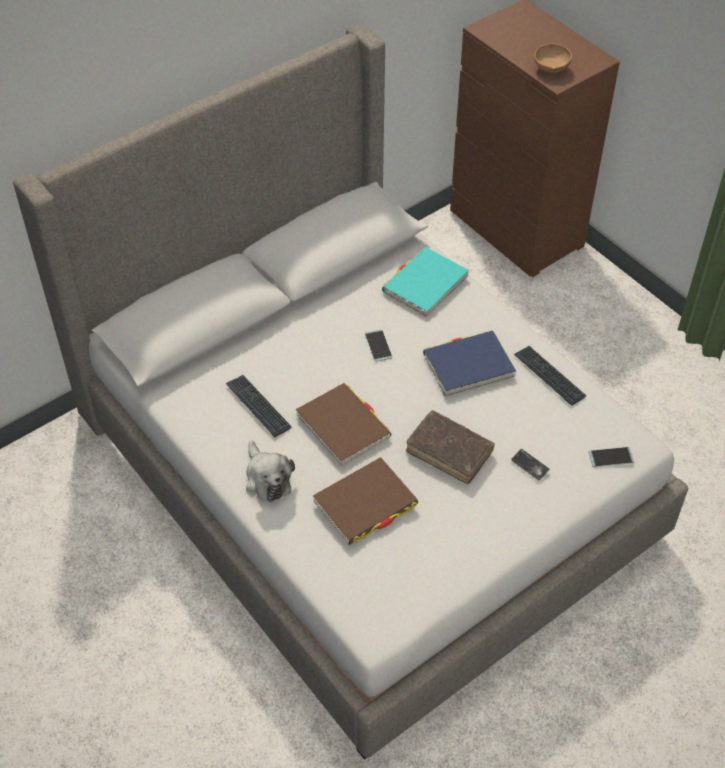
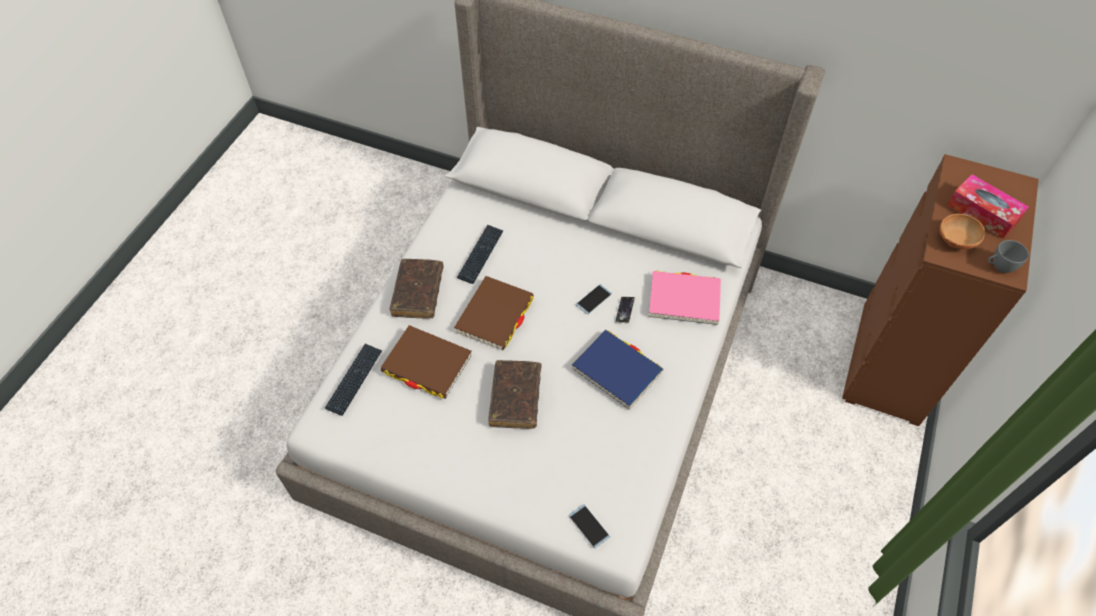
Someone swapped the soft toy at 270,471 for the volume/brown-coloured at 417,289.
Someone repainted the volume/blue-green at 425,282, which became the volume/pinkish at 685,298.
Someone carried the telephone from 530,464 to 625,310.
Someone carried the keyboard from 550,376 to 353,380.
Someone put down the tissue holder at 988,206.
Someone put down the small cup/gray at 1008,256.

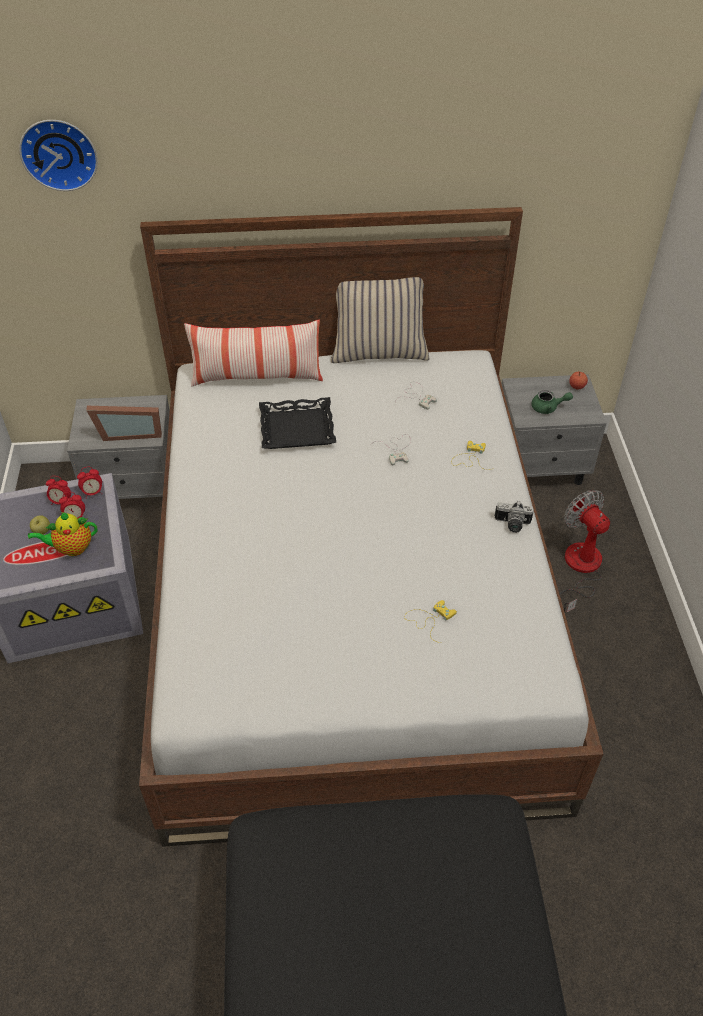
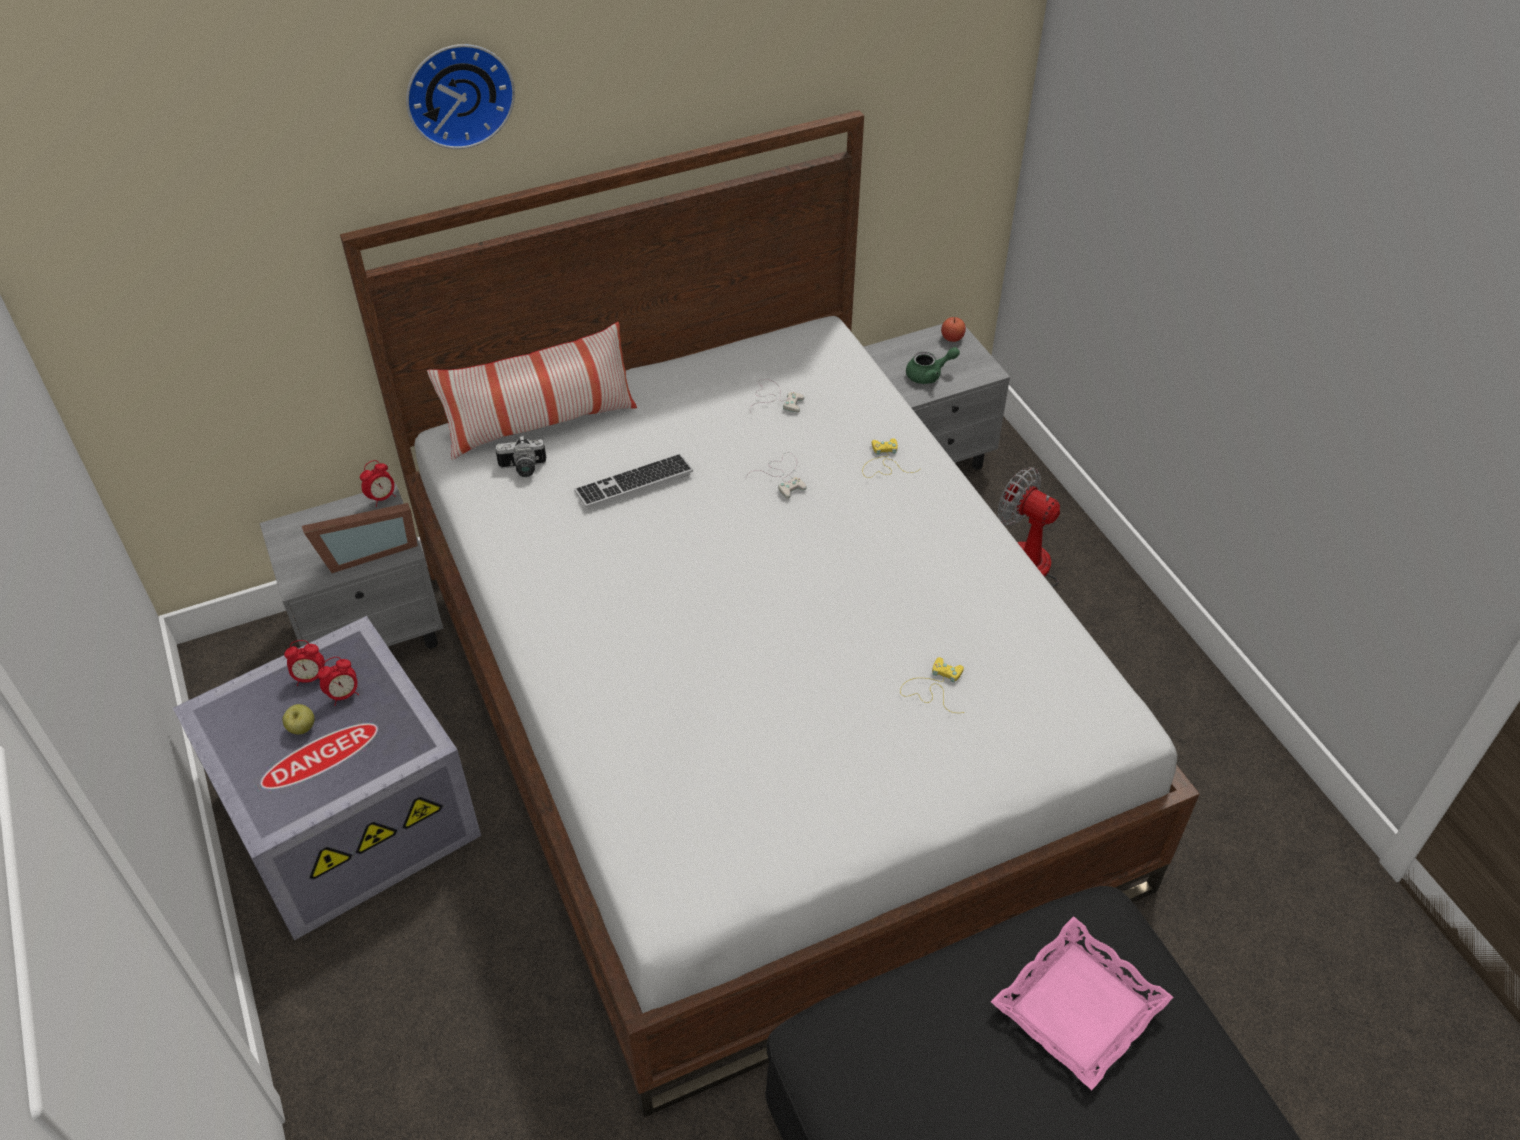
Someone carried the wall clock from 58,155 to 460,96.
Someone took away the tea pot at 62,534.
Someone carried the table clock from 89,483 to 378,483.
Someone swapped the serving tray/black-coloured at 298,423 for the keyboard at 633,481.
Someone took away the pillow/beige-coloured at 380,320.
Someone carried the photo camera from 514,517 to 521,456.
Someone put down the serving tray/pinkish at 1082,1003.

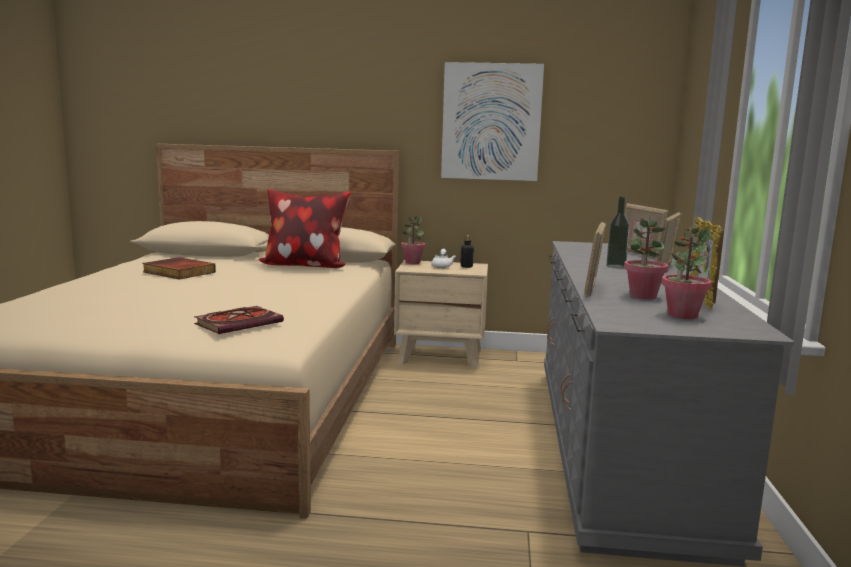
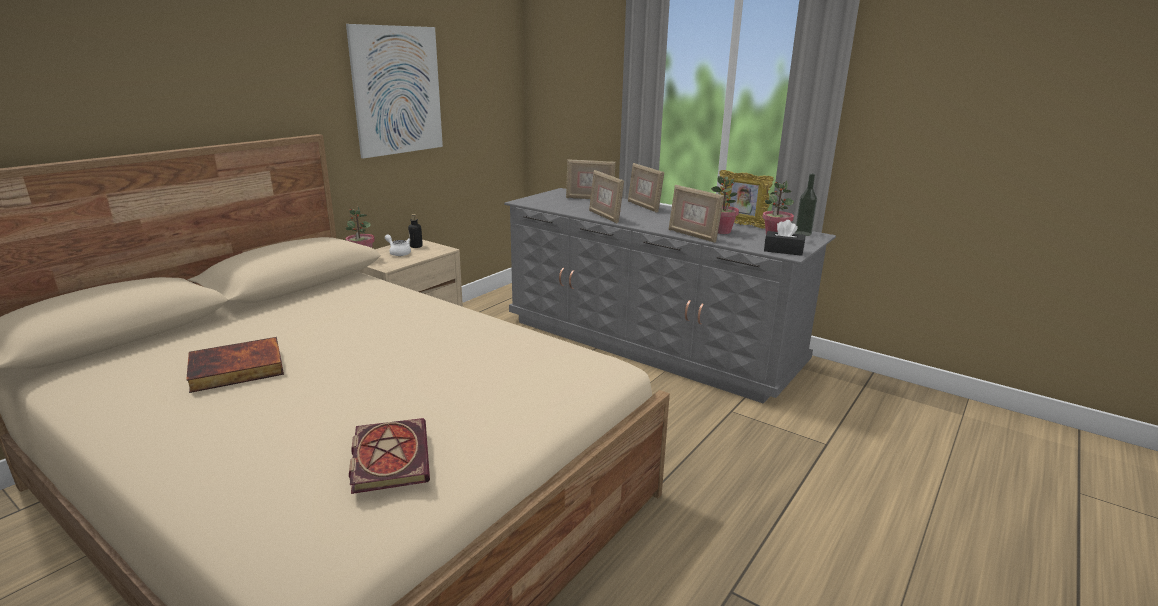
Someone carried the volume from 239,320 to 389,456.
Someone took away the pillow at 305,228.
Someone carried the bottle from 618,232 to 806,205.
Someone put down the standing frame at 606,196.
Someone put down the tissue holder/black-coloured at 784,238.

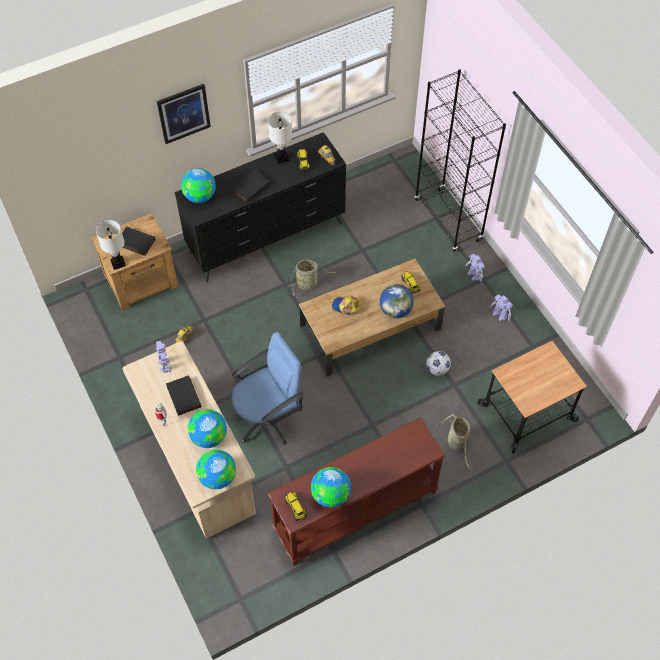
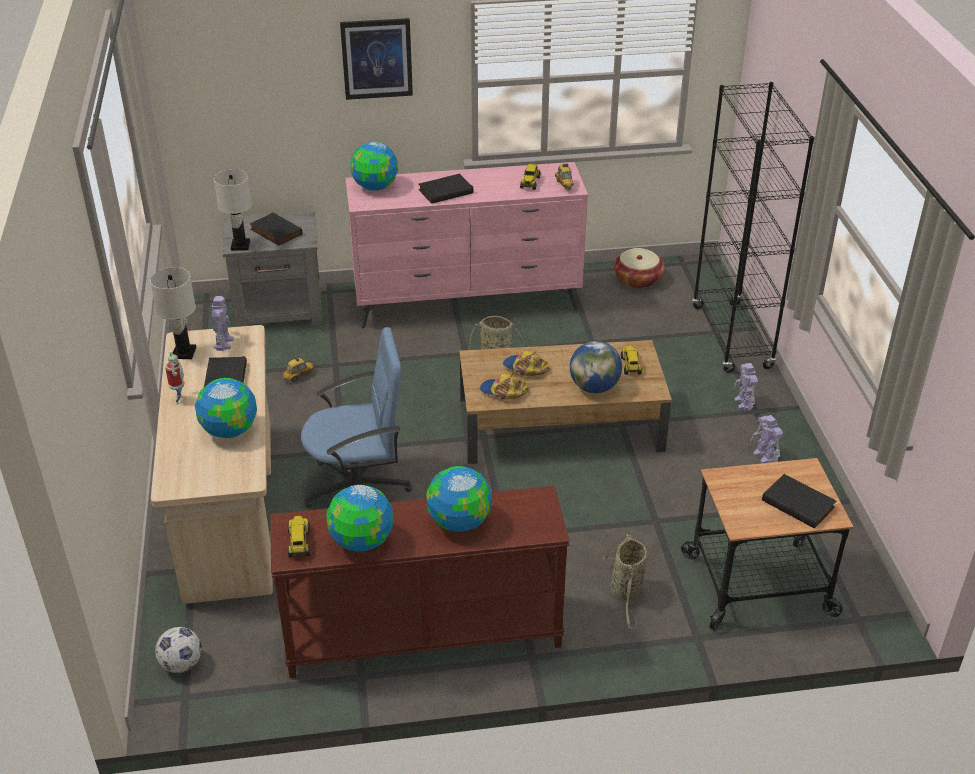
Someone repainted the nightstand/brown-coloured at 134,262, which became the nightstand/gray at 273,269.
Someone repainted the chest of drawers/black-coloured at 260,207, which became the chest of drawers/pinkish at 466,245.
Someone carried the desk globe from 216,469 to 459,499.
Someone carried the tabletop lamp/white from 280,137 to 173,313.
Someone carried the football ball from 438,363 to 178,650.
Someone put down the cap at 504,386.
Someone put down the basket at 639,268.
Someone put down the volume/black-coloured at 799,501.

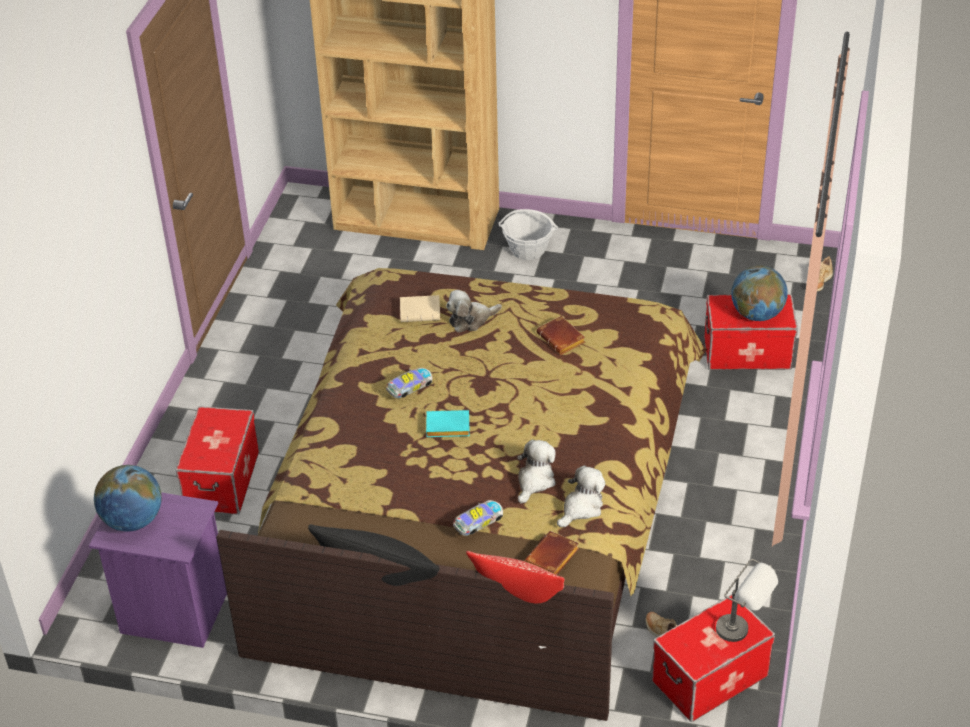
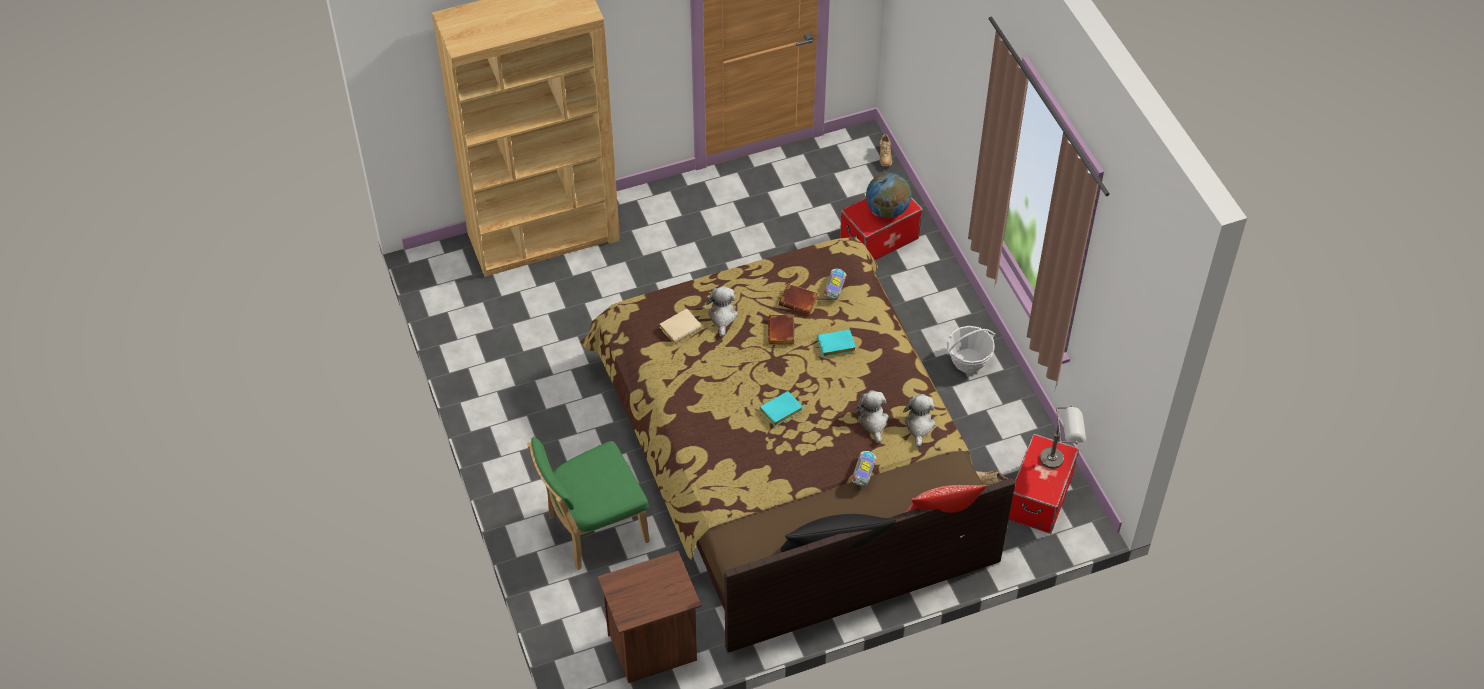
Someone repainted the nightstand/purplish at 158,570, which became the nightstand/brown-coloured at 649,617.
Someone took away the desk globe at 128,498.
Someone swapped the storage box at 217,460 for the chair/green at 588,503.
Someone carried the toy car from 409,383 to 835,284.
Someone rotated the soft toy at 474,311 by 150 degrees clockwise.
Someone carried the basket from 528,234 to 971,349.
Someone carried the volume/brown-coloured from 551,553 to 781,329.
Someone put down the volume/blue-green at 836,343.

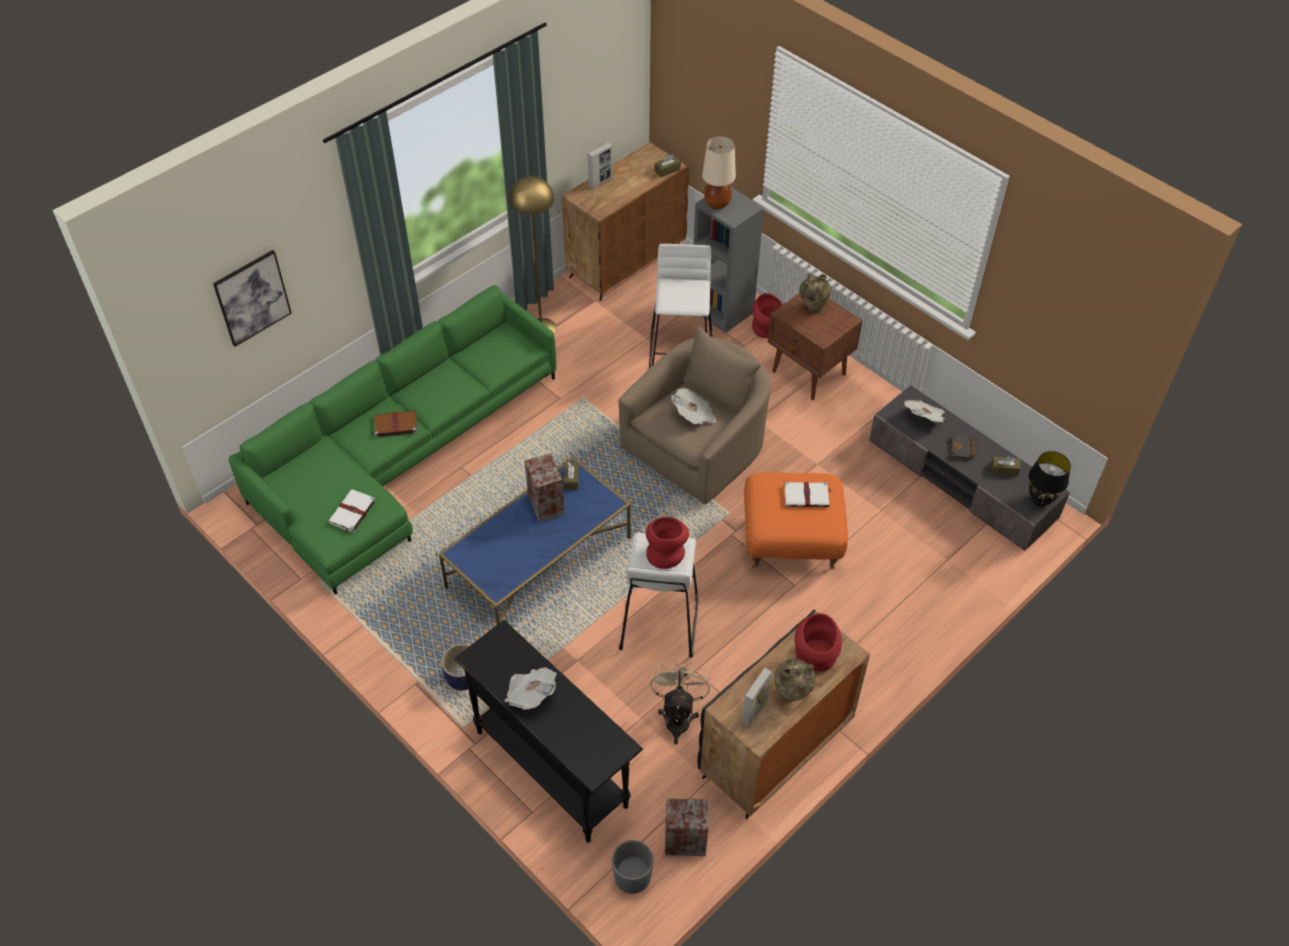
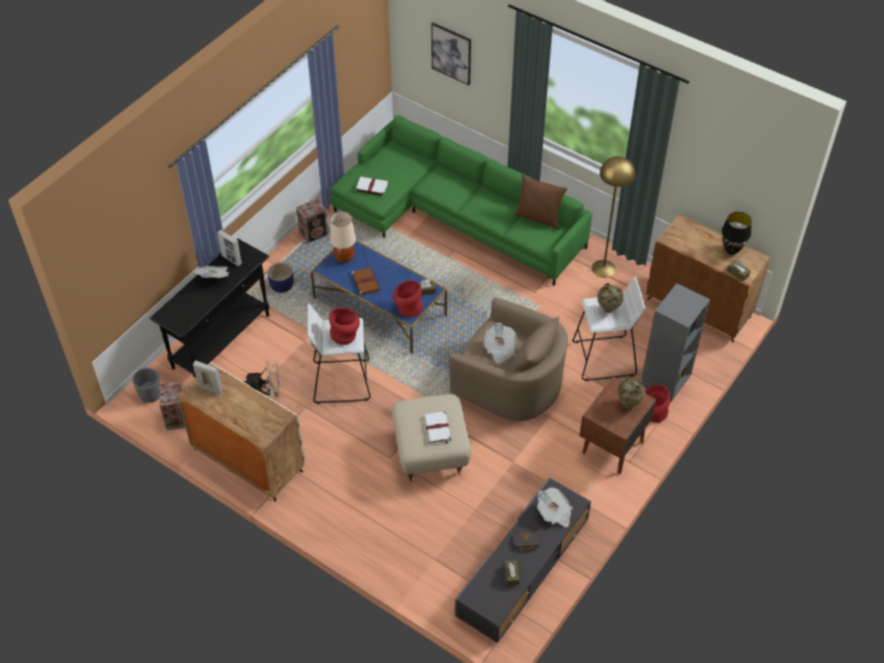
Someone carried the volume/brown-coloured from 394,424 to 366,281.
Someone carried the speaker from 545,488 to 312,221.
Someone carried the standing frame from 600,165 to 229,248.
Someone repainted the cabinet/black-coloured at 783,714, which became the cabinet/beige-coloured at 241,432.
Someone carried the tabletop lamp/beige-coloured from 719,172 to 343,237.
Someone repainted the footrest/orange at 796,520, which became the footrest/beige-coloured at 431,438.
Someone carried the vase/beige-coloured from 795,679 to 610,298.
Someone carried the vase/red-coloured from 817,642 to 407,298.
Someone carried the tabletop lamp/black-coloured from 1050,479 to 737,233.
Someone put down the pillow/brown-coloured at 541,202.

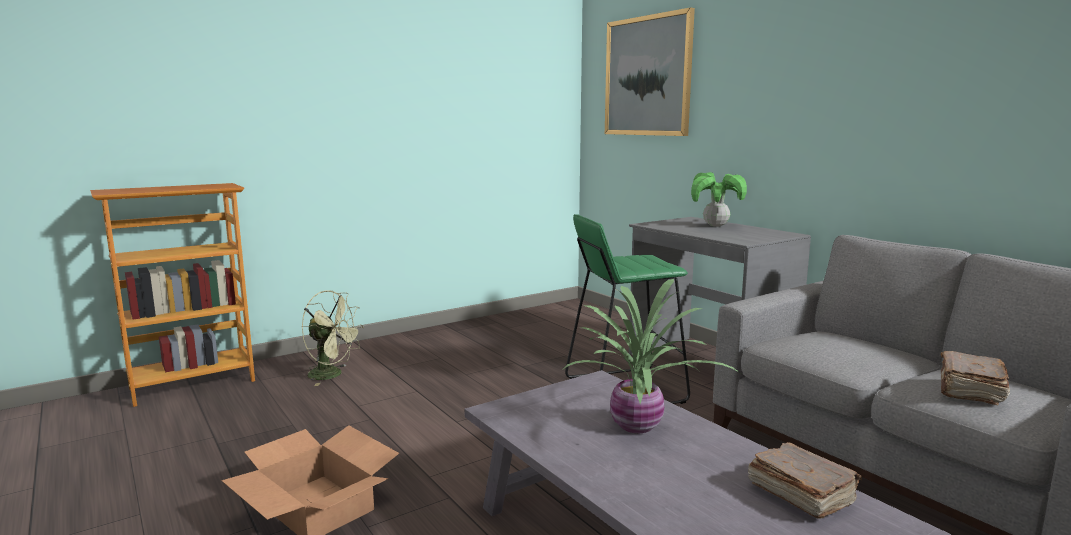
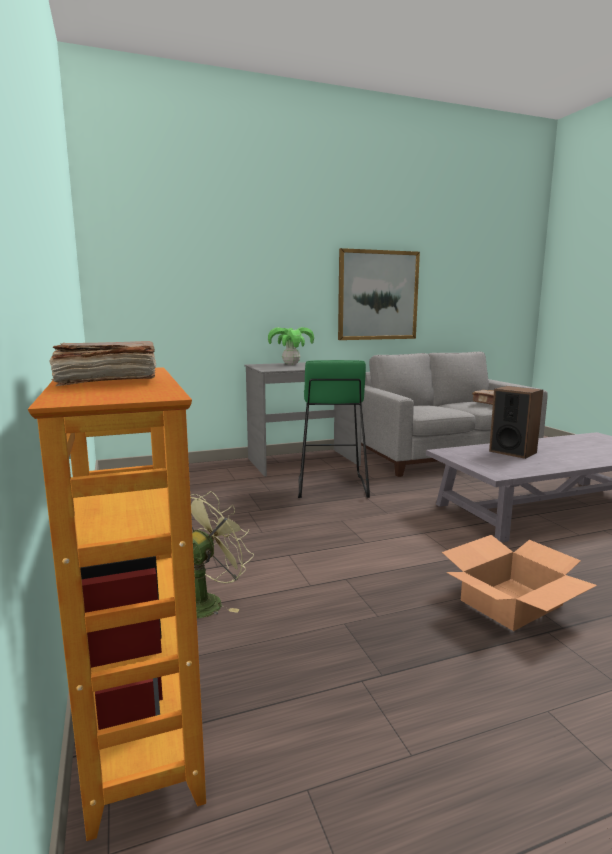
Someone swapped the houseplant at 651,356 for the speaker at 516,422.
Someone carried the wall art from 650,71 to 379,294.
Someone carried the volume/brown-coloured from 805,480 to 102,363.

